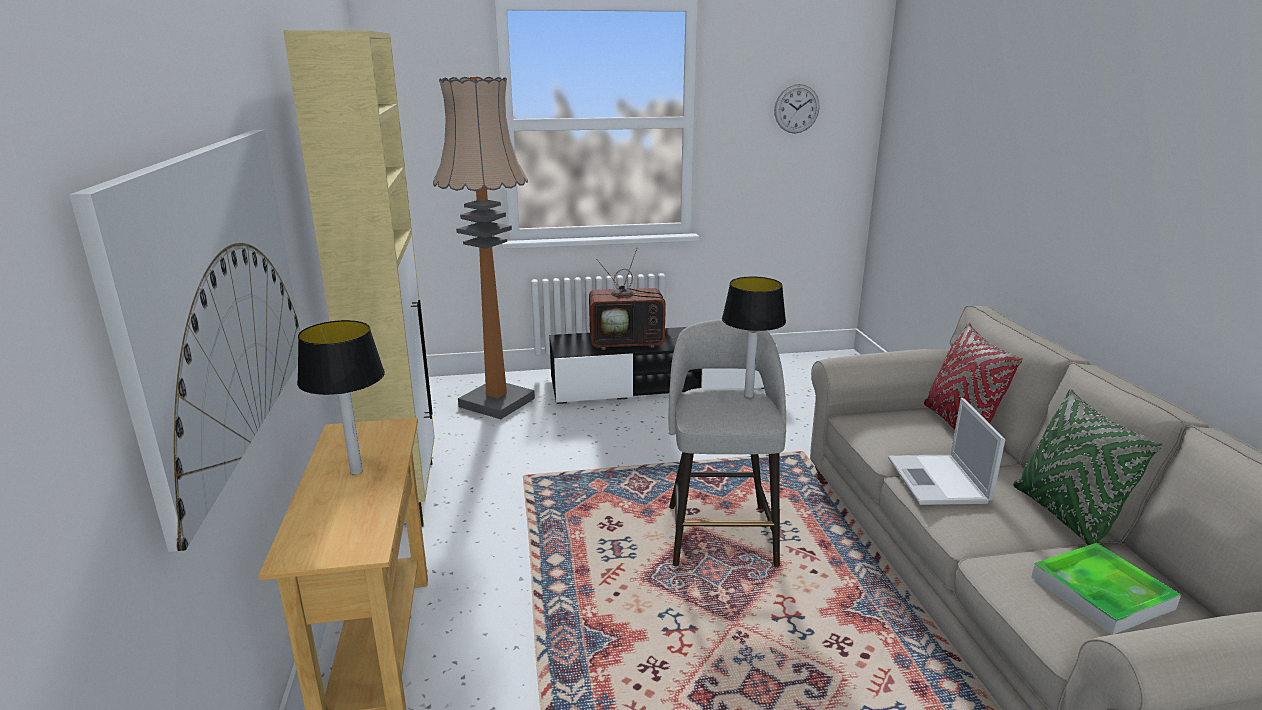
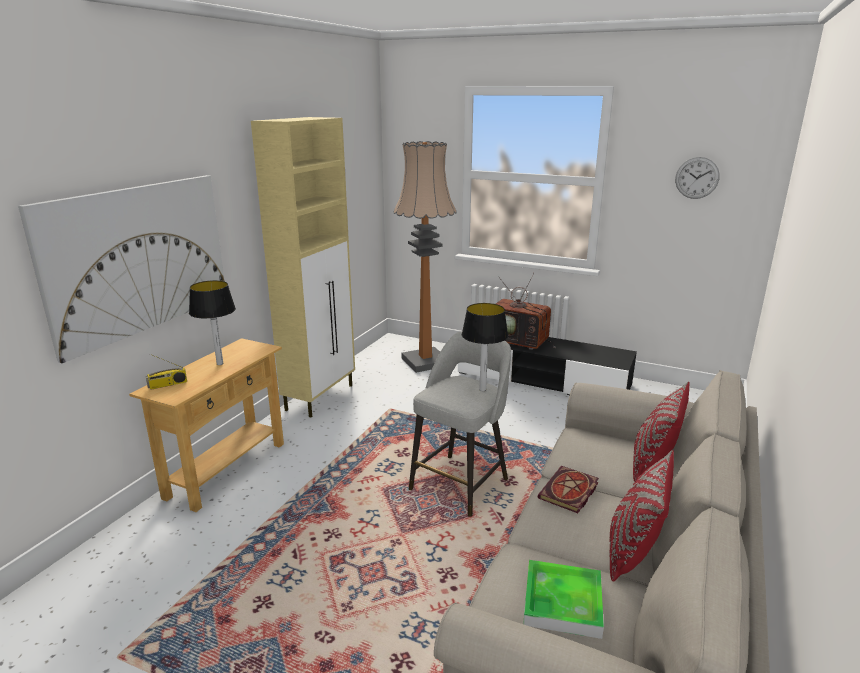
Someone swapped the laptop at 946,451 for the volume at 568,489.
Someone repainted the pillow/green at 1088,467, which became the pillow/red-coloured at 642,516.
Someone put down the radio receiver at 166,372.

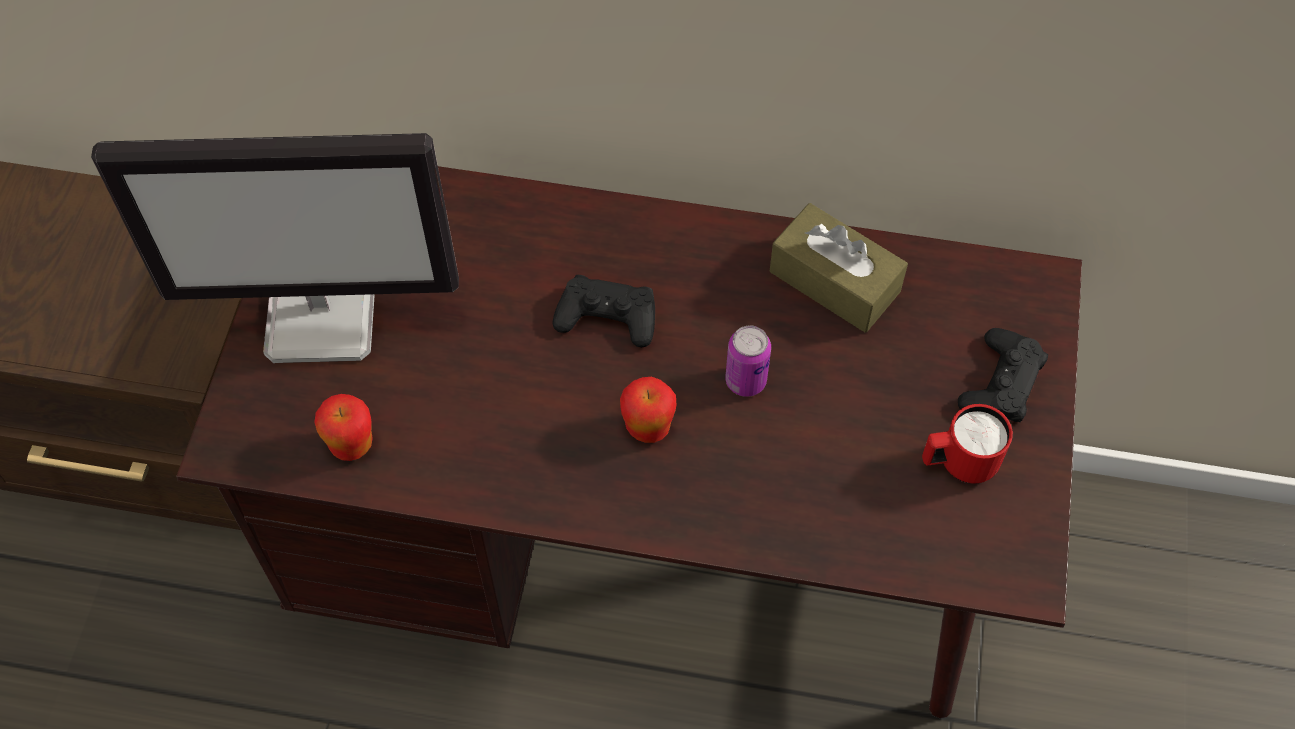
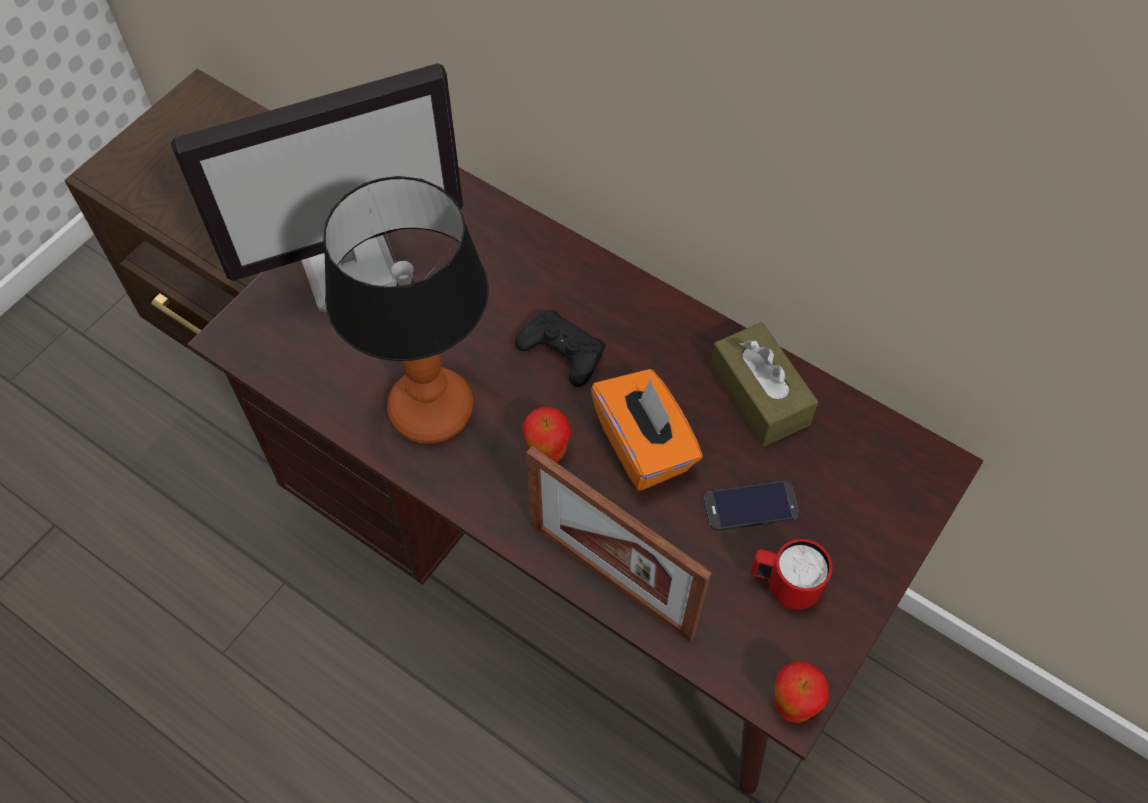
Someone rotated the monitor at 275,248 by 45 degrees counterclockwise.
Someone carried the apple from 343,427 to 801,692.
Someone swapped the metal can at 748,361 for the tissue holder/orange at 647,430.
Someone took away the joypad/black-coloured at 1003,375.
Someone put down the tabletop lamp at 405,310.
Someone put down the standing frame at 619,544.
Someone put down the telephone at 751,506.

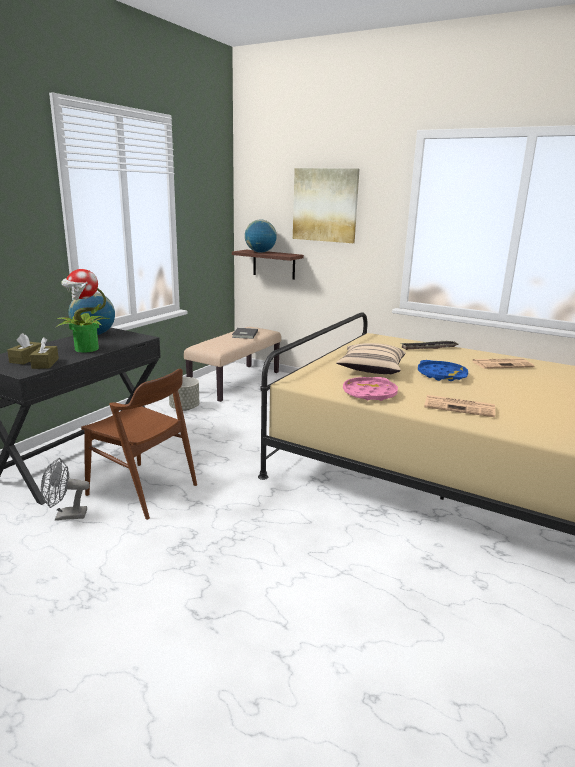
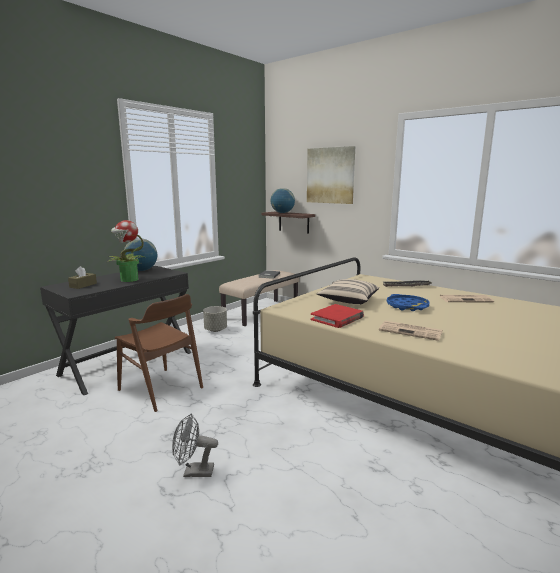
Someone took away the tissue holder/brown-coloured at 44,353.
Someone carried the fan/gray from 65,489 to 195,445.
Someone swapped the serving tray/pinkish at 370,389 for the volume/red-coloured at 337,316.

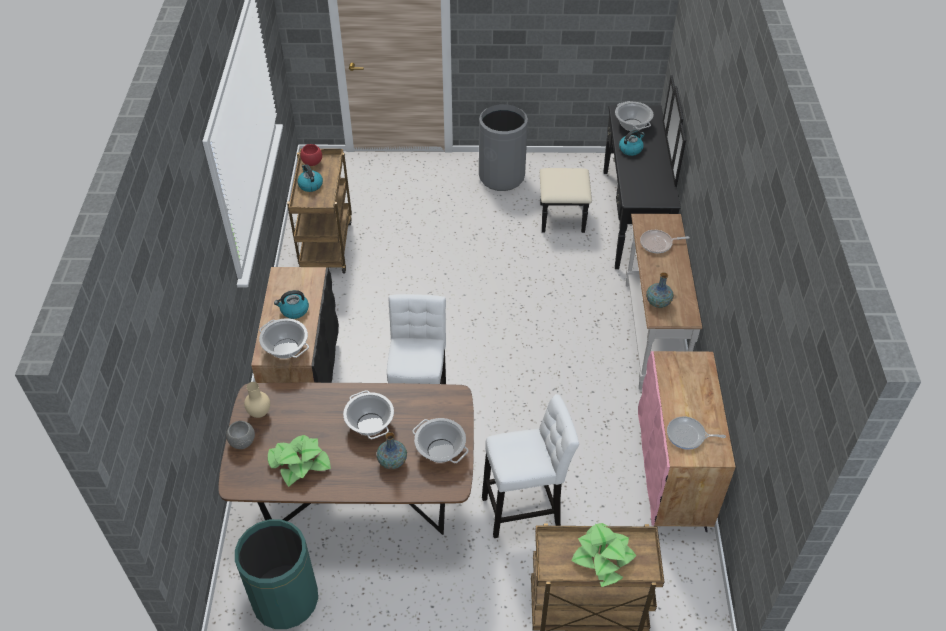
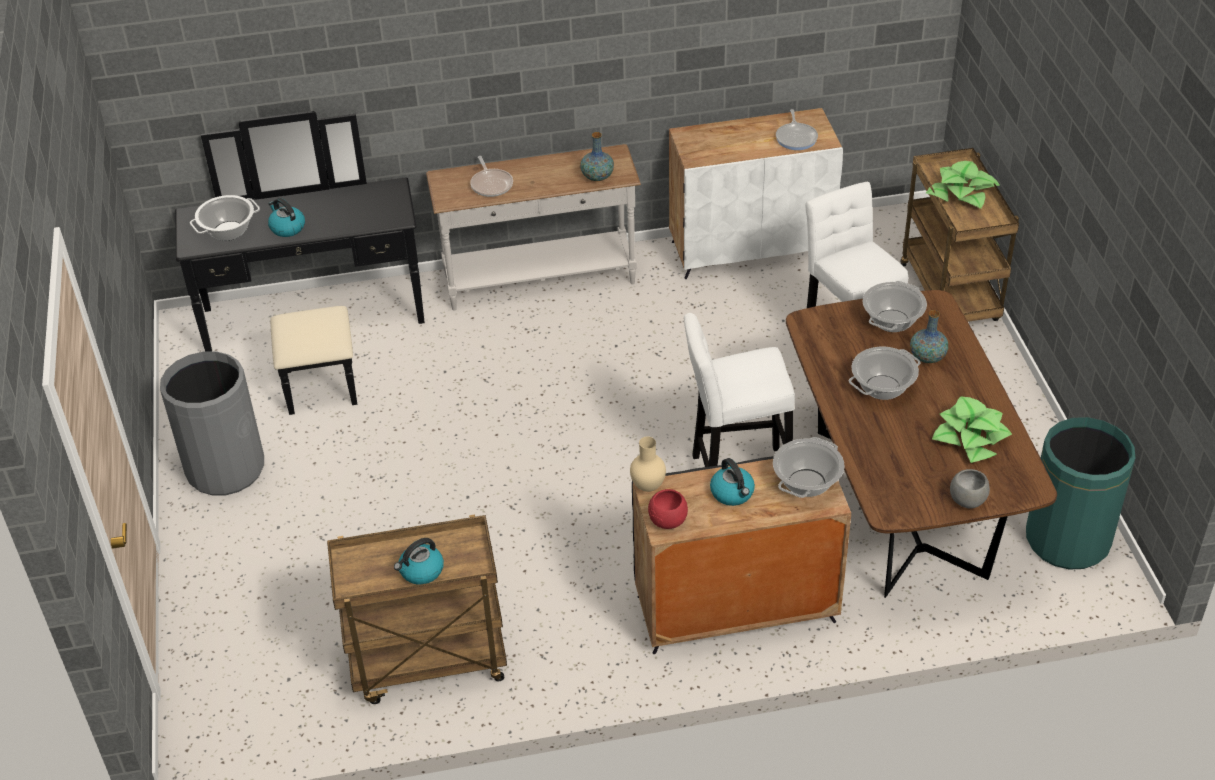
Someone carried the vase/beige-coloured from 257,400 to 648,464.
Someone carried the serving bowl/red-coloured from 311,155 to 668,509.
Someone repainted the cabinet/pinkish at 686,441, which became the cabinet/white at 756,193.

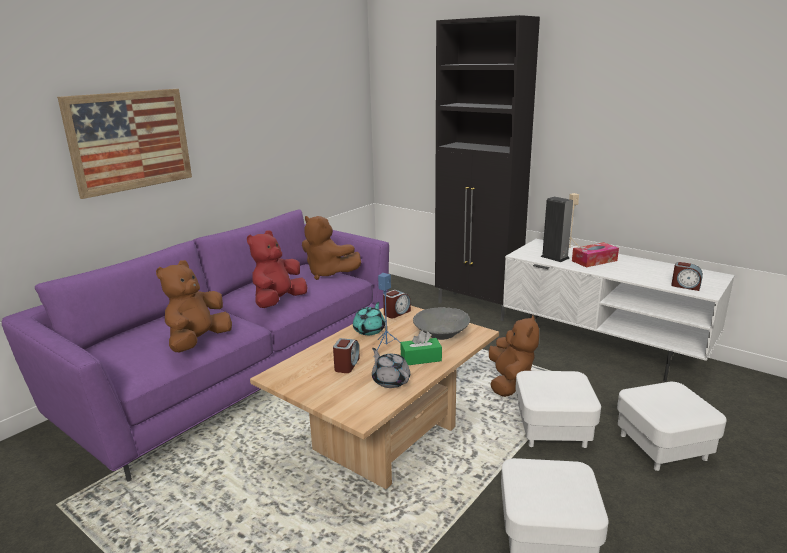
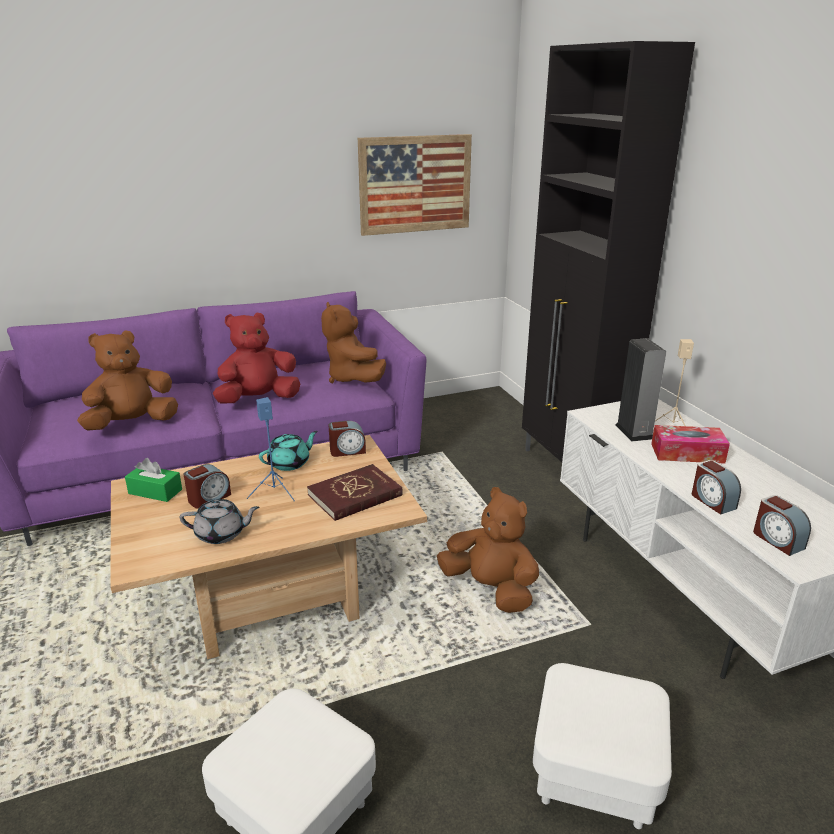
Someone carried the wall art from 124,144 to 415,185.
Someone rotated the tea pot/gray at 391,368 by 90 degrees clockwise.
Someone carried the tissue holder/green from 421,347 to 153,480.
Someone swapped the serving bowl/gray at 441,323 for the volume/red-coloured at 355,492.
Someone rotated the soft toy/brown-coloured at 514,356 by 90 degrees counterclockwise.
Someone took away the footrest/white at 558,409.
Someone put down the table clock at 716,487.

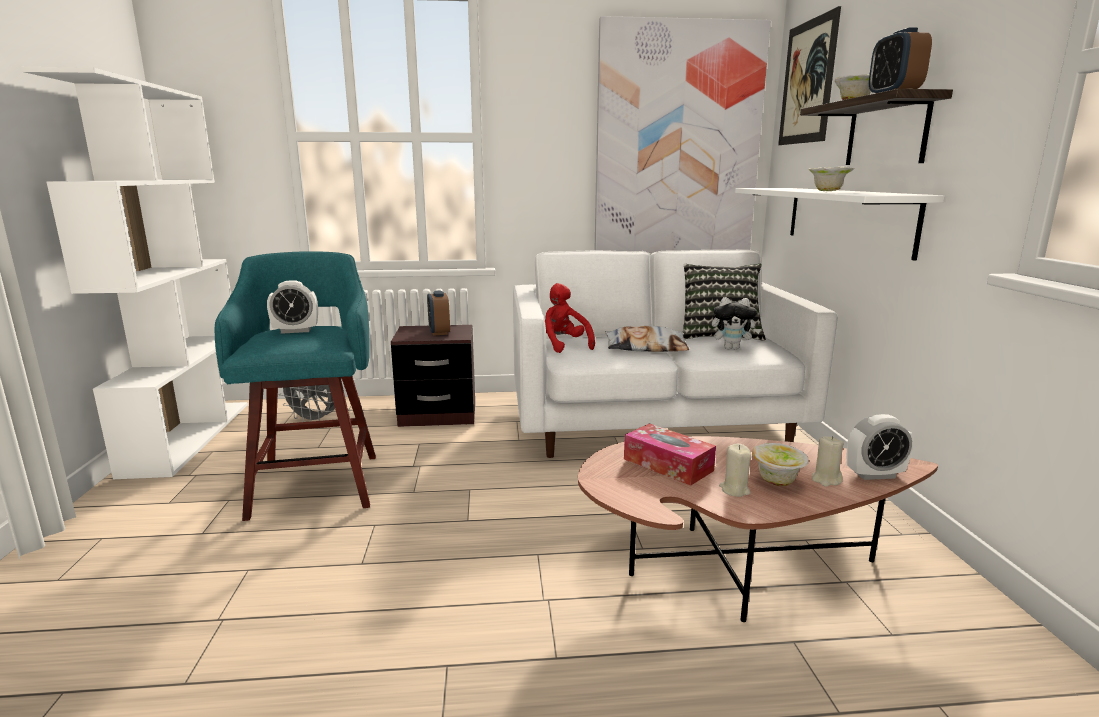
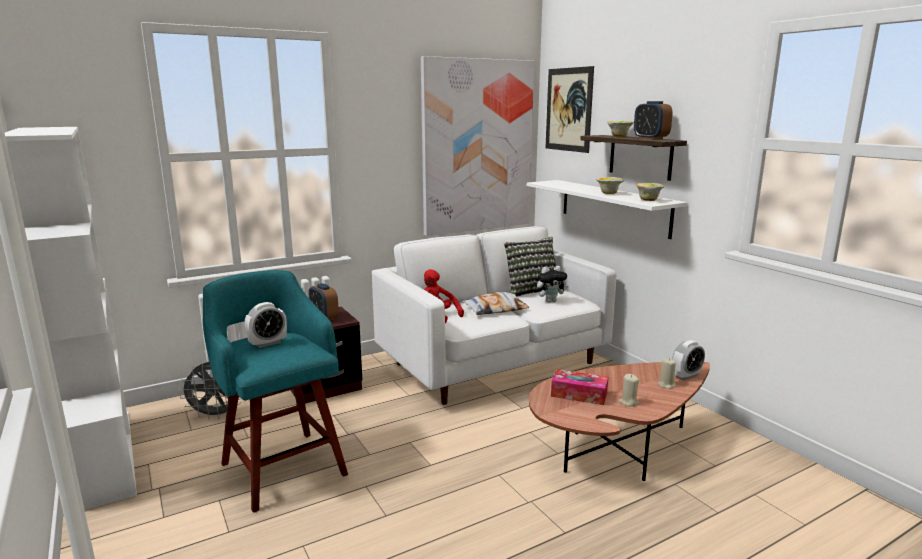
Someone carried the serving bowl from 781,464 to 650,192.

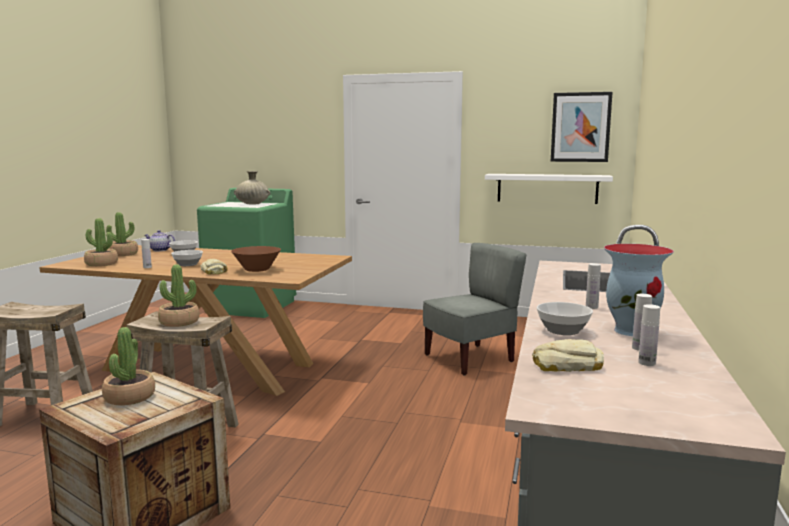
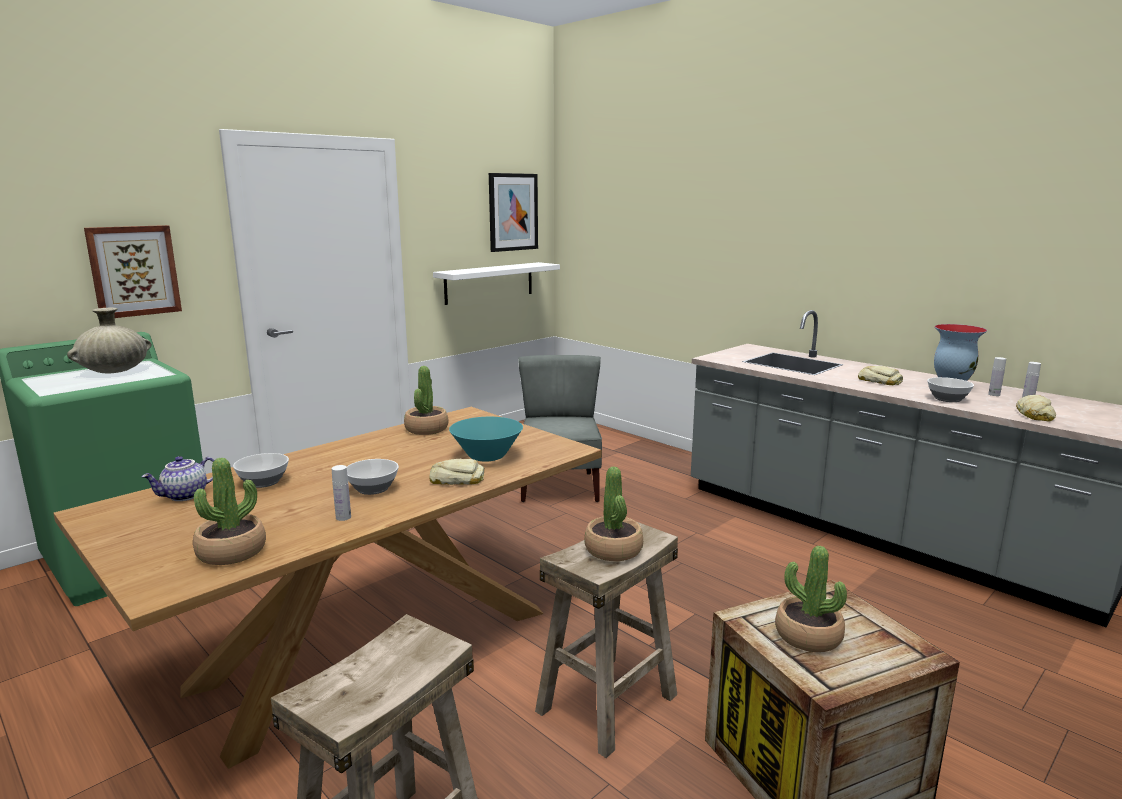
Someone carried the houseplant from 122,234 to 426,400.
Someone repainted the serving bowl/brown-coloured at 256,259, which became the serving bowl/blue-green at 486,439.
Someone swapped the bottle/white at 593,286 for the bread at 880,375.
Someone put up the wall art at 133,271.

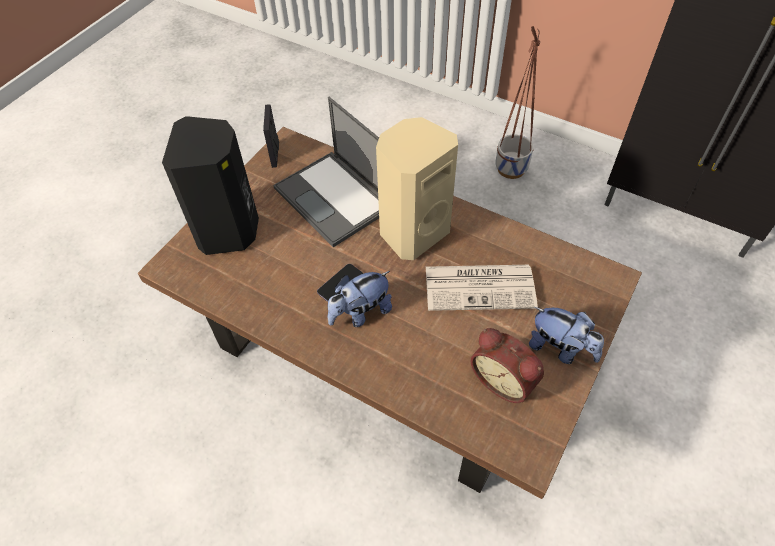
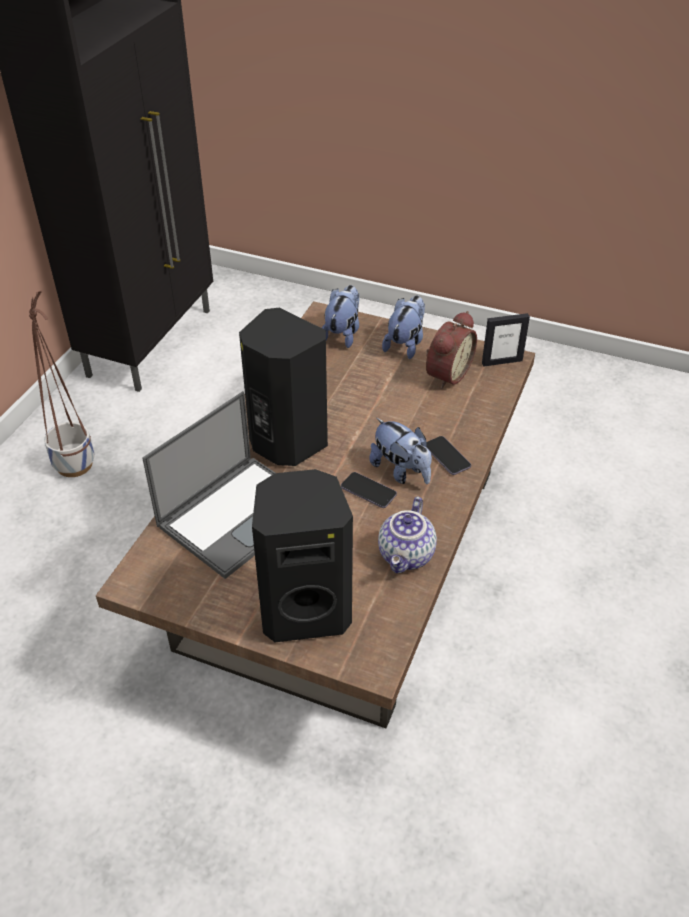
Someone carried the standing frame from 271,136 to 506,339.
Someone repainted the speaker/beige-coloured at 417,188, which became the speaker/black-coloured at 283,387.
Someone took away the newspaper at 482,288.
Someone put down the soft toy at 340,316.
Someone put down the tea pot at 407,535.
Someone put down the telephone at 448,455.

